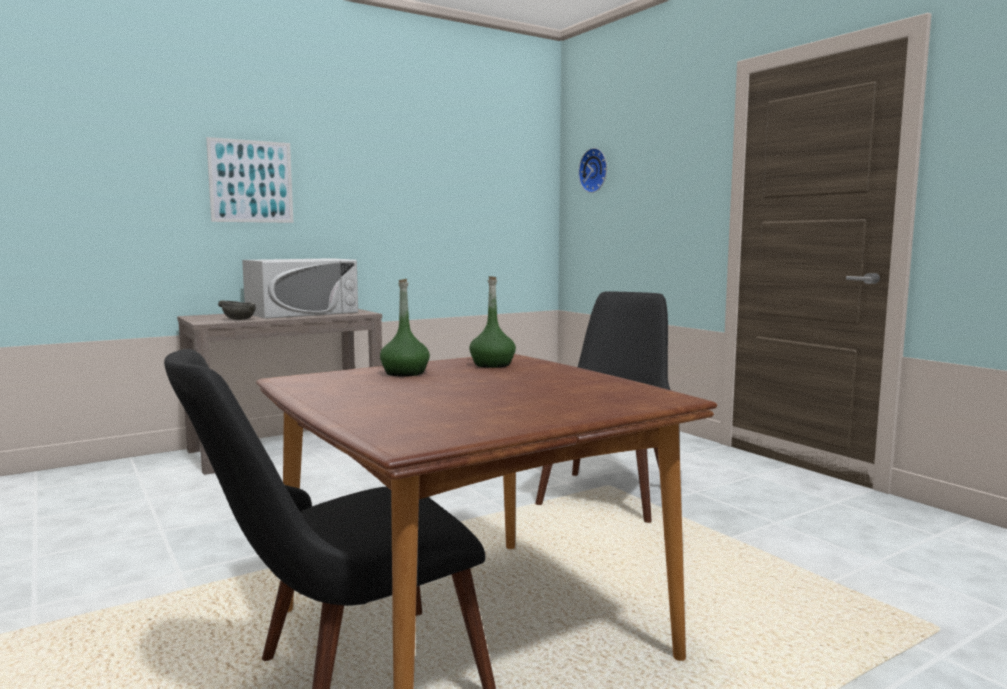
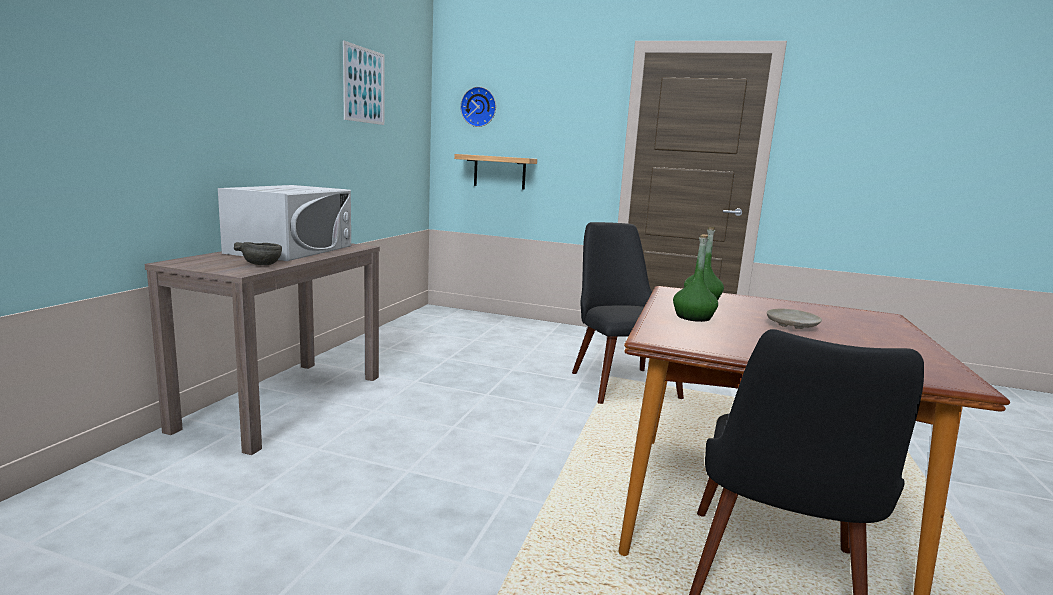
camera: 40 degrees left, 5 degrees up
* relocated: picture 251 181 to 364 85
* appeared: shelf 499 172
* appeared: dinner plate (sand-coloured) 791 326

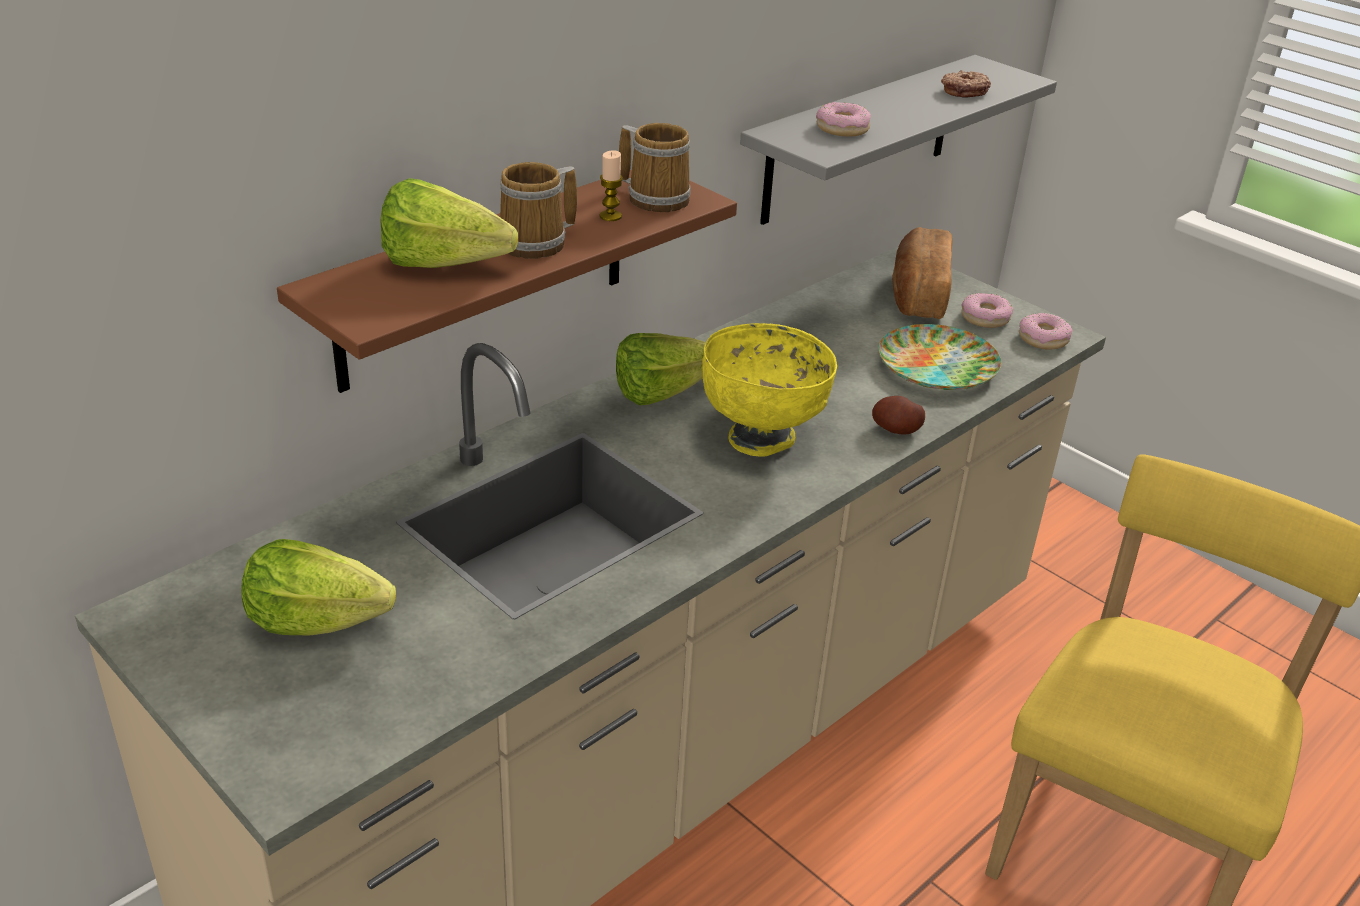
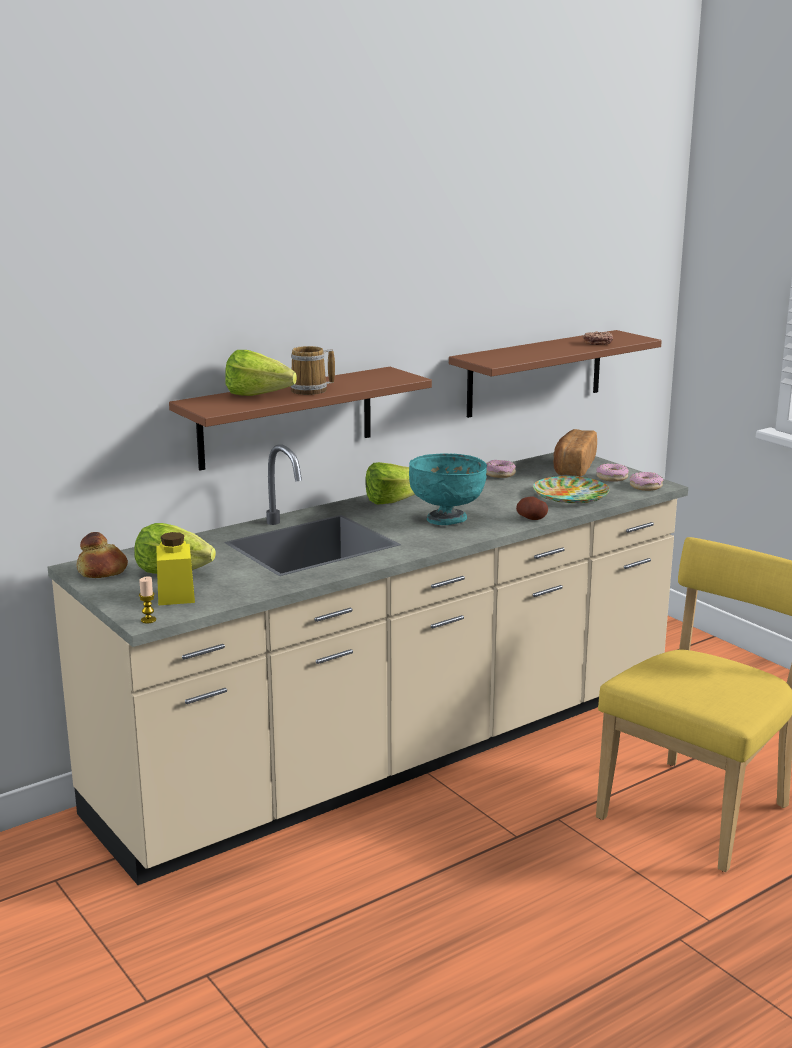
camera: 10 degrees right, 15 degrees down
* colour: shelf (grey) 860 139 to shelf (brownish) 535 373
* relocated: ring doughnut 842 128 to 499 474
* missing: mug 656 197
* relocated: wax candle 610 216 to 148 620
* colour: serving bowl (yellow) 761 438 to serving bowl (blue-green) 447 519
* appeared: baked bread 102 572
* appeared: jar (yellow) 176 595

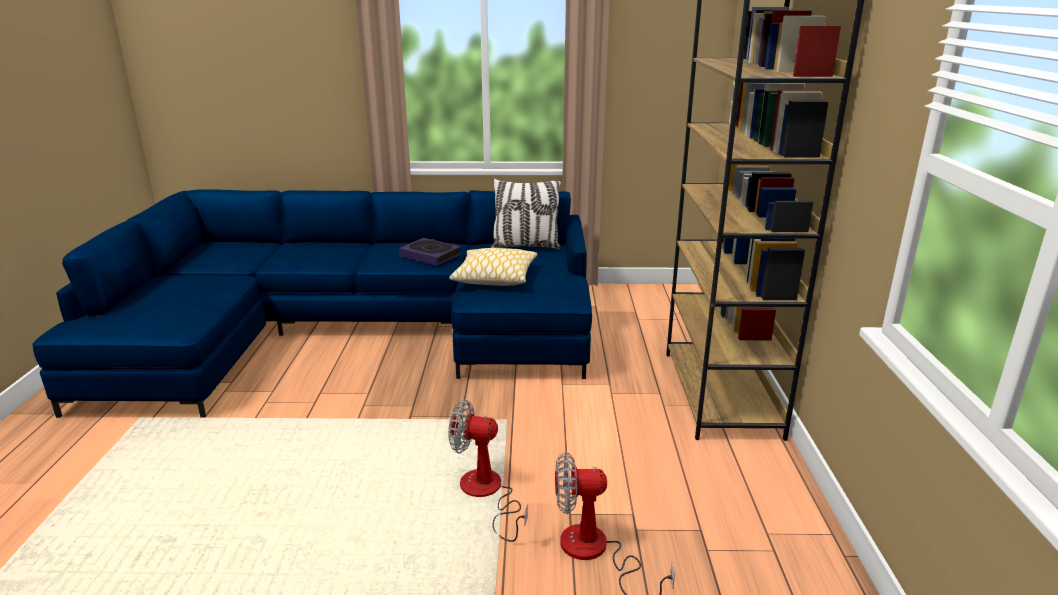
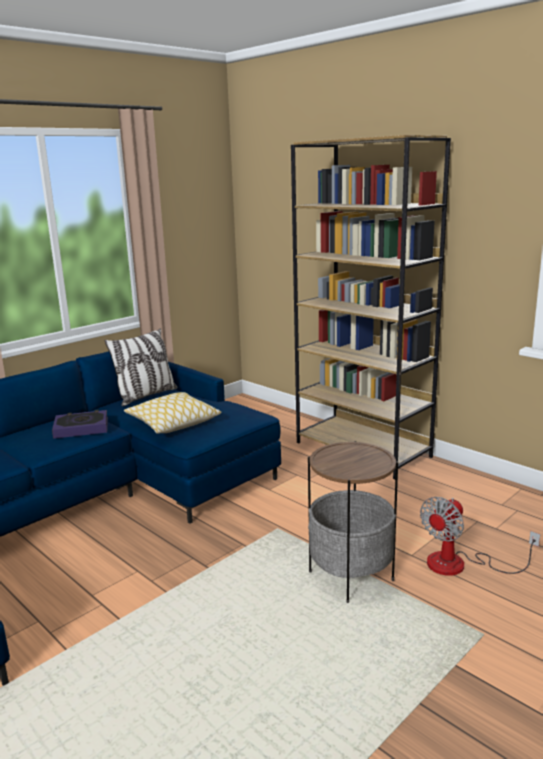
camera: 45 degrees left, 5 degrees down
* exchanged: fan 487 494 to side table 351 576

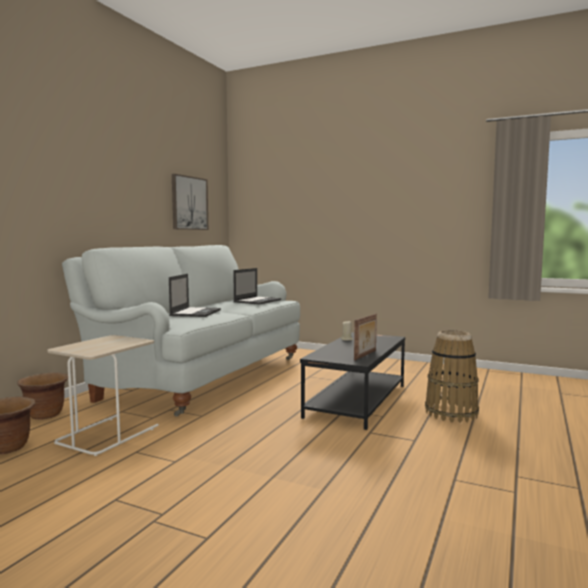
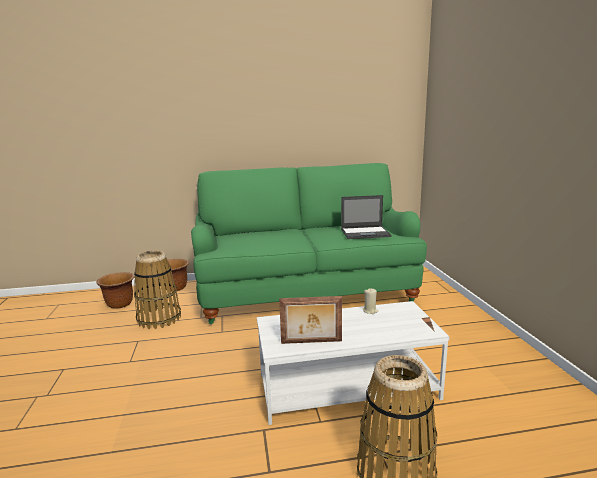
camera: 55 degrees right, 10 degrees up
* missing: picture 189 203
* colour: settee (whitish) 200 376 to settee (green) 304 292
* missing: laptop 196 312
* colour: lounge table (blackish) 356 400 to lounge table (whitish) 347 386
* exchanged: side table (sand-coloured) 107 434 to storage basket 159 318

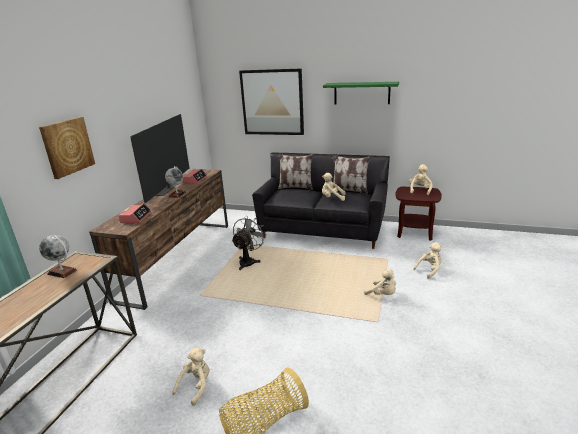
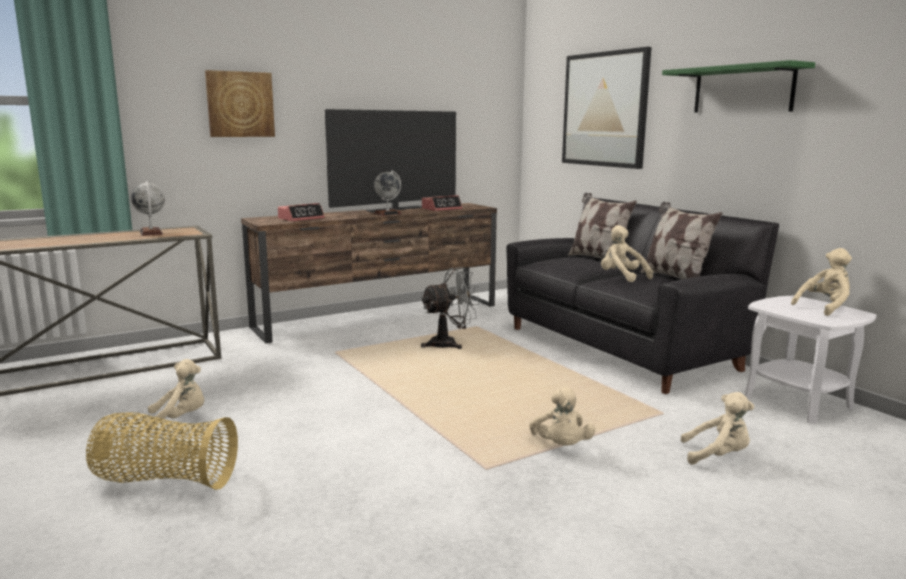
camera: 40 degrees right, 10 degrees down
* colour: side table (brownish) 415 232 to side table (whitish) 798 402

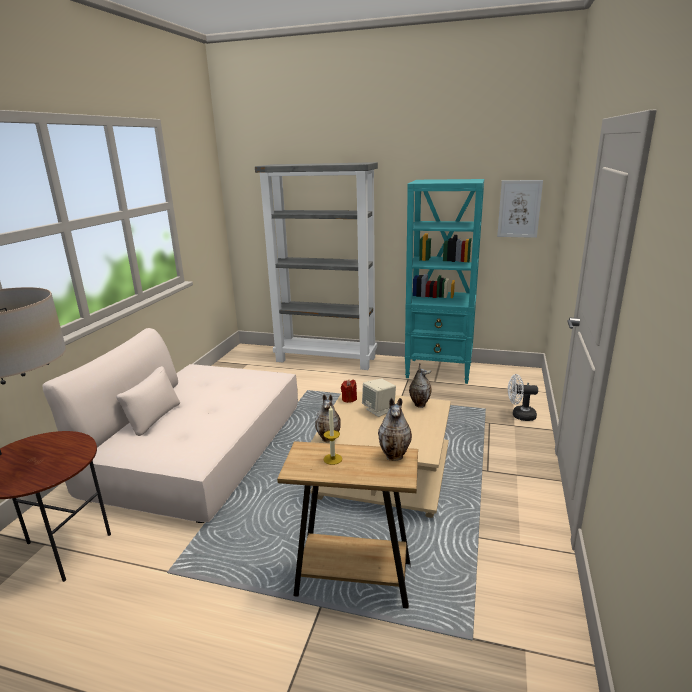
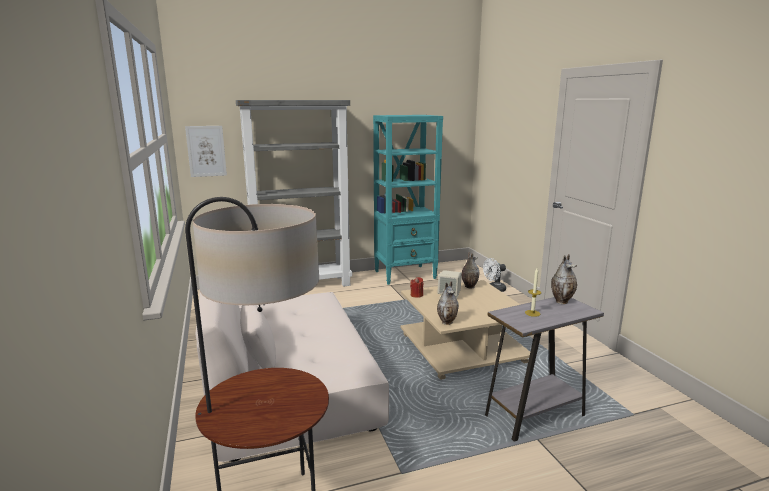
camera: 35 degrees left, 5 degrees down
* relocated: picture 519 209 to 206 151
* colour: side table (brownish) 353 580 to side table (grey) 534 416

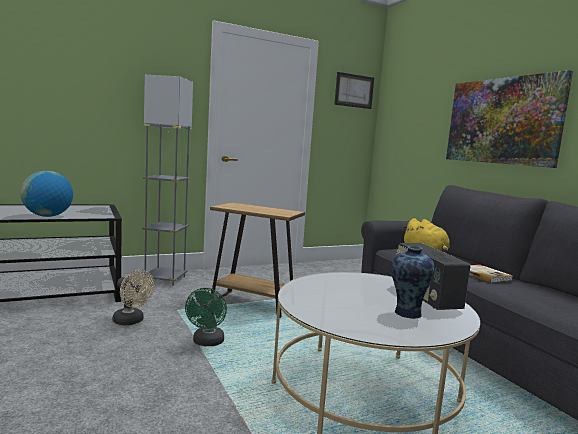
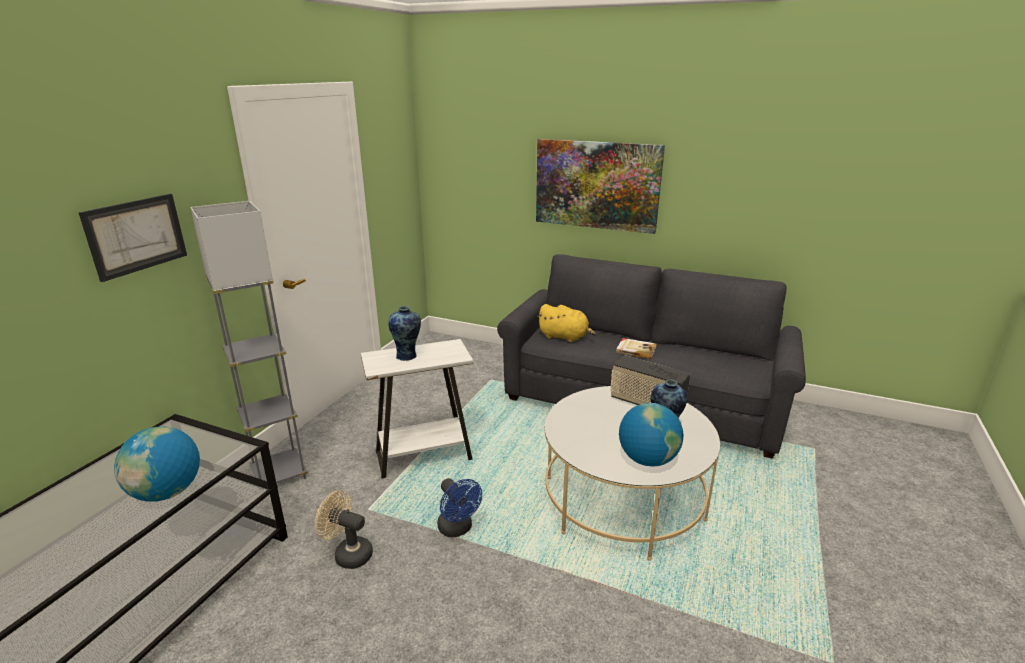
camera: 40 degrees left, 15 degrees up
* relocated: picture 354 91 to 136 235
* colour: side table (brownish) 252 304 to side table (whitish) 424 456
* spun: fan (sand-coloured) 131 321 = 348 553 150 degrees counterclockwise
* colour: fan (green) 207 342 to fan (bluish) 458 529
* appeared: flower vase 407 356
* appeared: desk globe 647 459

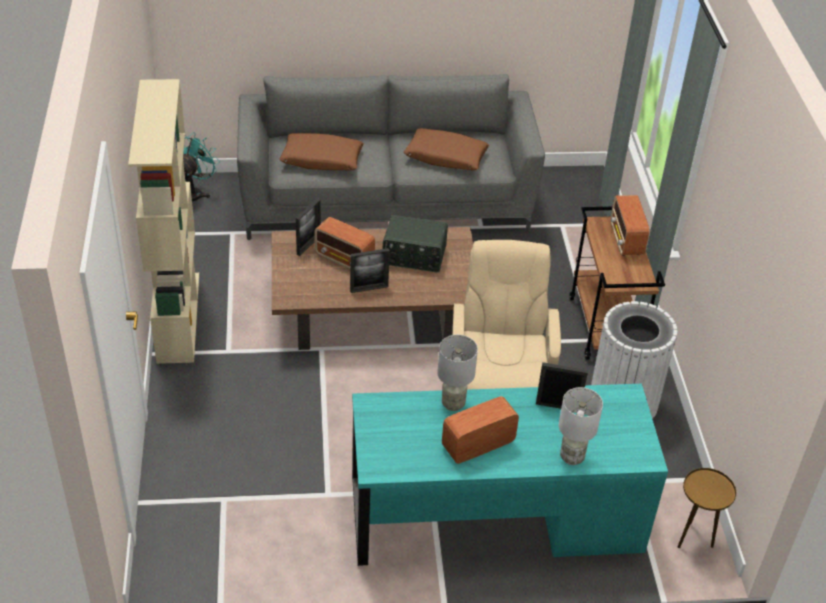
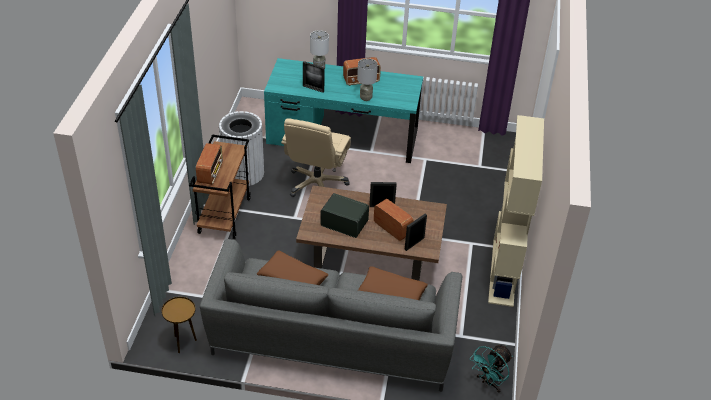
camera: 165 degrees left, 0 degrees up
* relocated: side table (brownish) 693 538 to 183 343

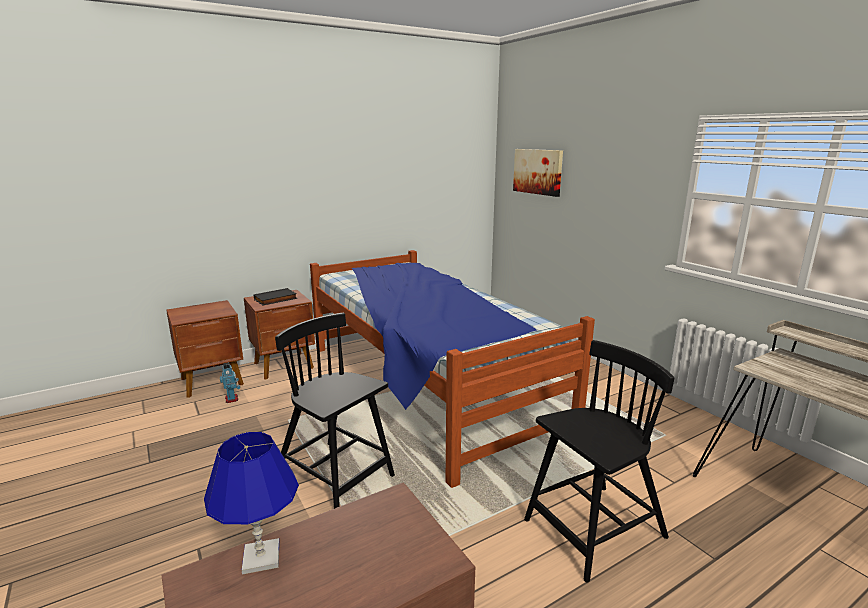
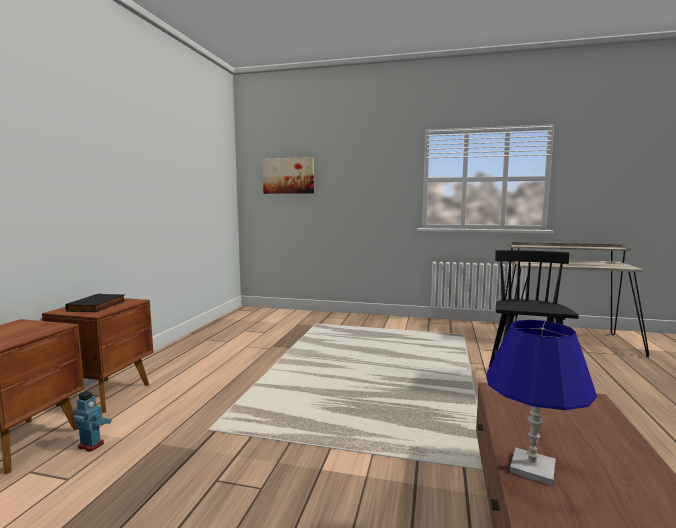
camera: 45 degrees left, 10 degrees down
* missing: bed 426 385
* missing: upright chair (blackish) 335 477

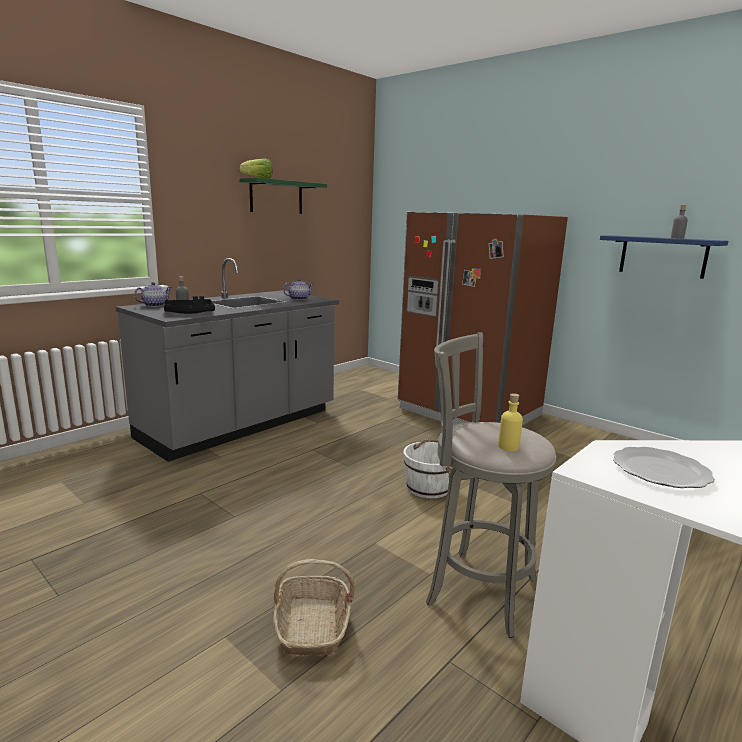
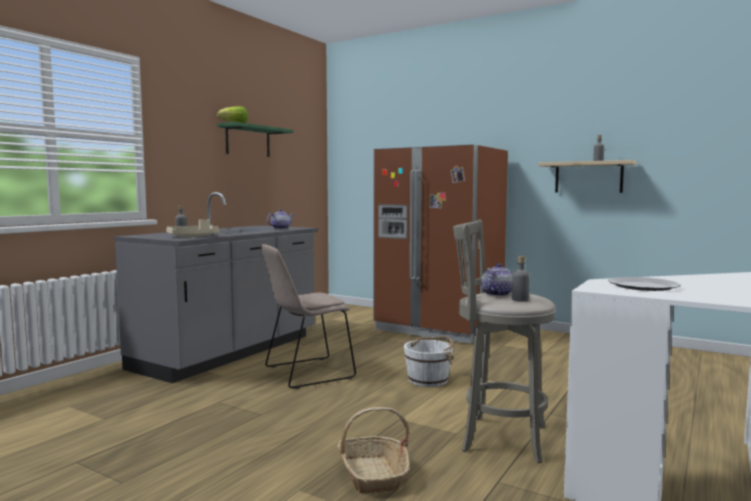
camera: 10 degrees left, 10 degrees down
* colour: shelf (bluish) 663 256 to shelf (sand-coloured) 588 177
* relocated: teapot 155 305 to 497 294
* colour: tray (blackish) 189 313 to tray (sand-coloured) 193 237
* colour: bottle (yellow) 508 447 to bottle (grey) 520 300
* appeared: upright chair (sand-coloured) 306 373

